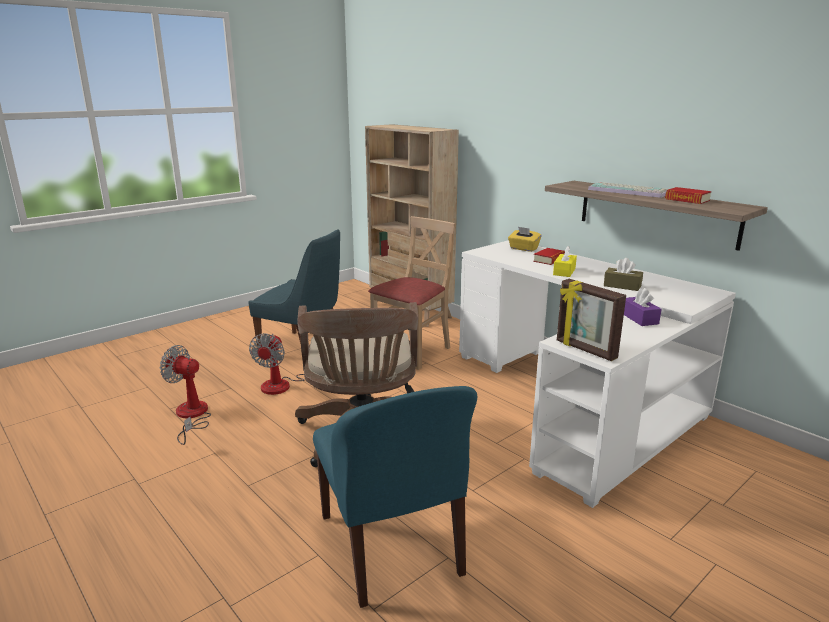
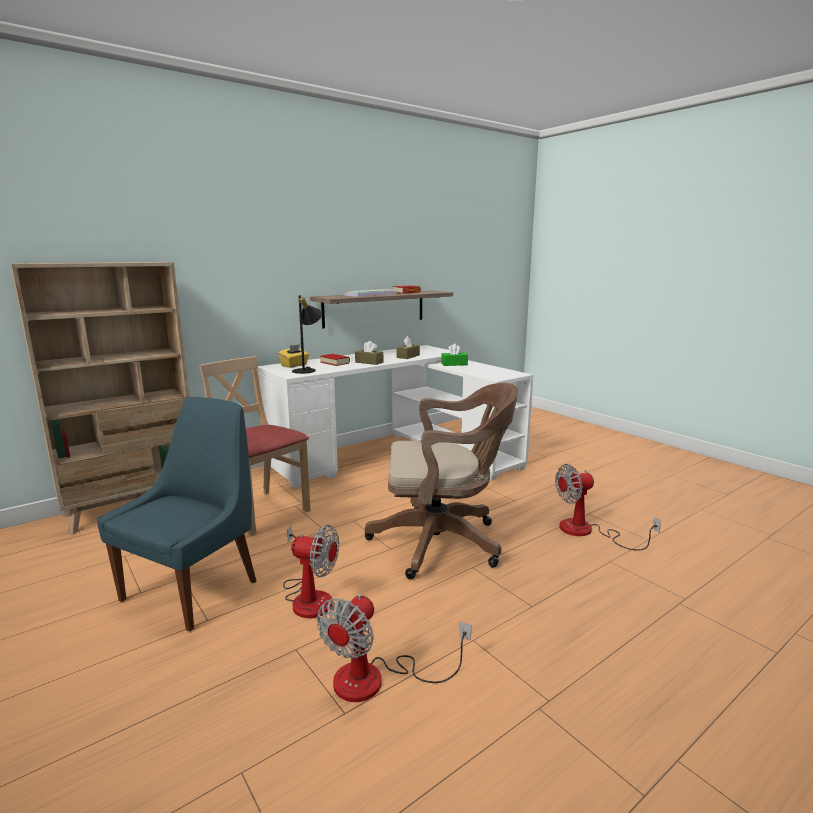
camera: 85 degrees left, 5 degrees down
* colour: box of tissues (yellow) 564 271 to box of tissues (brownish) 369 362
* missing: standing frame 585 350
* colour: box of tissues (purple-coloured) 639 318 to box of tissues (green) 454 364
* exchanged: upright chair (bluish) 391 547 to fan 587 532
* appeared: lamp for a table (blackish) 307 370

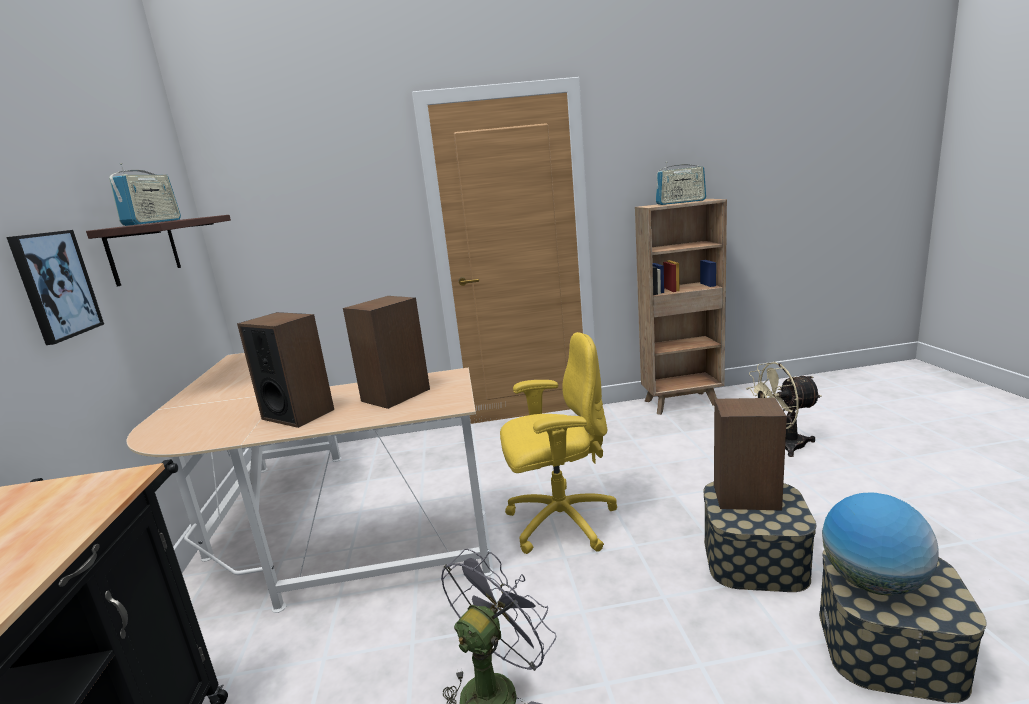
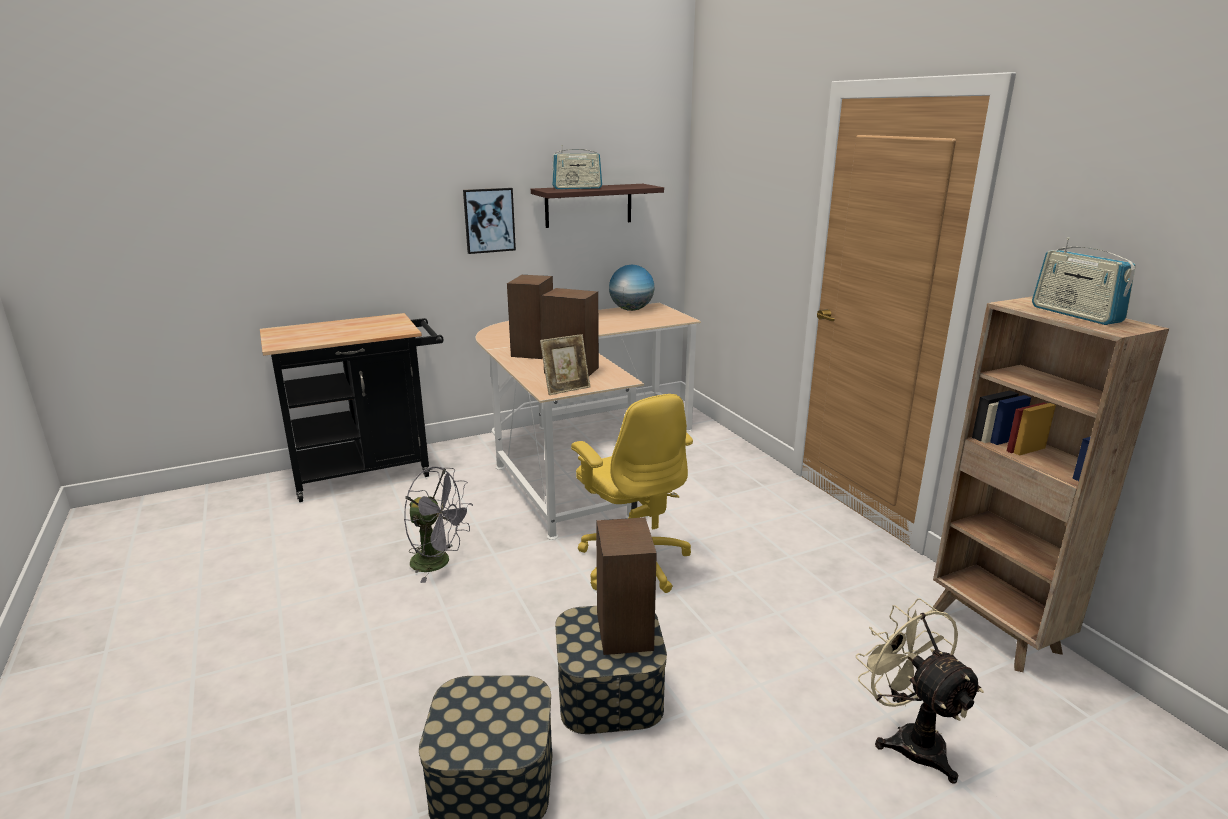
camera: 70 degrees right, 5 degrees up
* relocated: desk globe 873 582 to 631 309
* appeared: standing frame 566 388

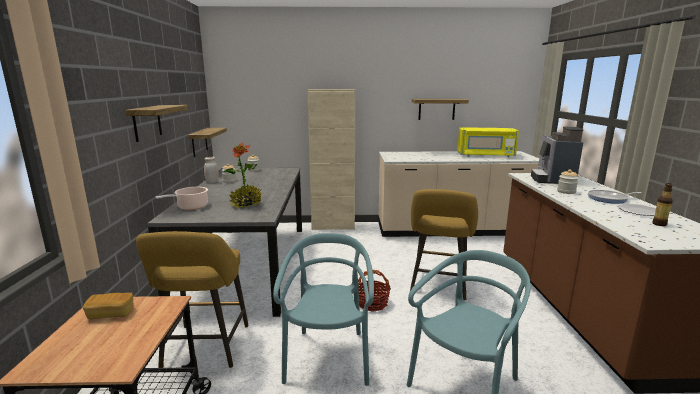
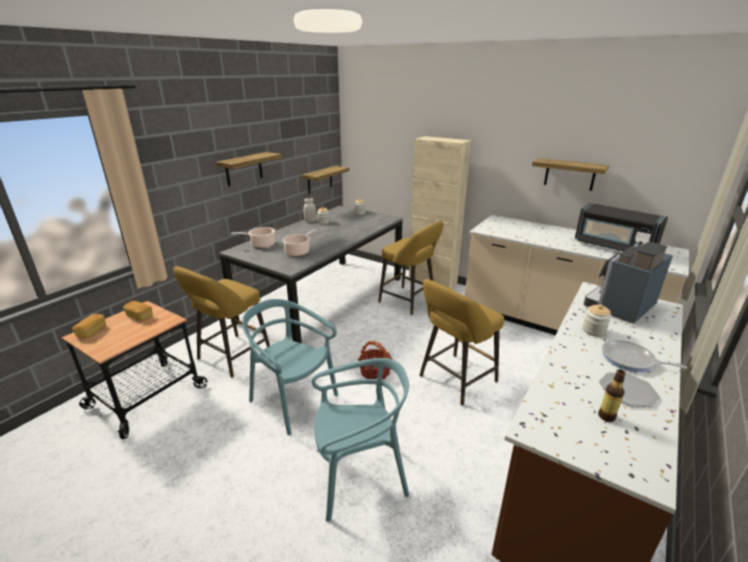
camera: 35 degrees right, 10 degrees up
* colour: microwave oven (yellow) 485 155 to microwave oven (blackish) 613 247
* exchanged: houseplant 246 204 to saucepot 298 251
* spun: upright chair (blue-green) 328 358 = 292 400 90 degrees counterclockwise
* appeared: sitting stool (yellow) 409 301
* appeared: baked bread 92 331

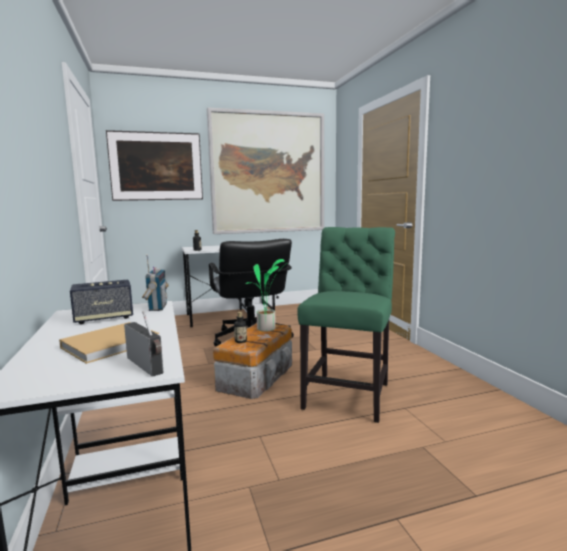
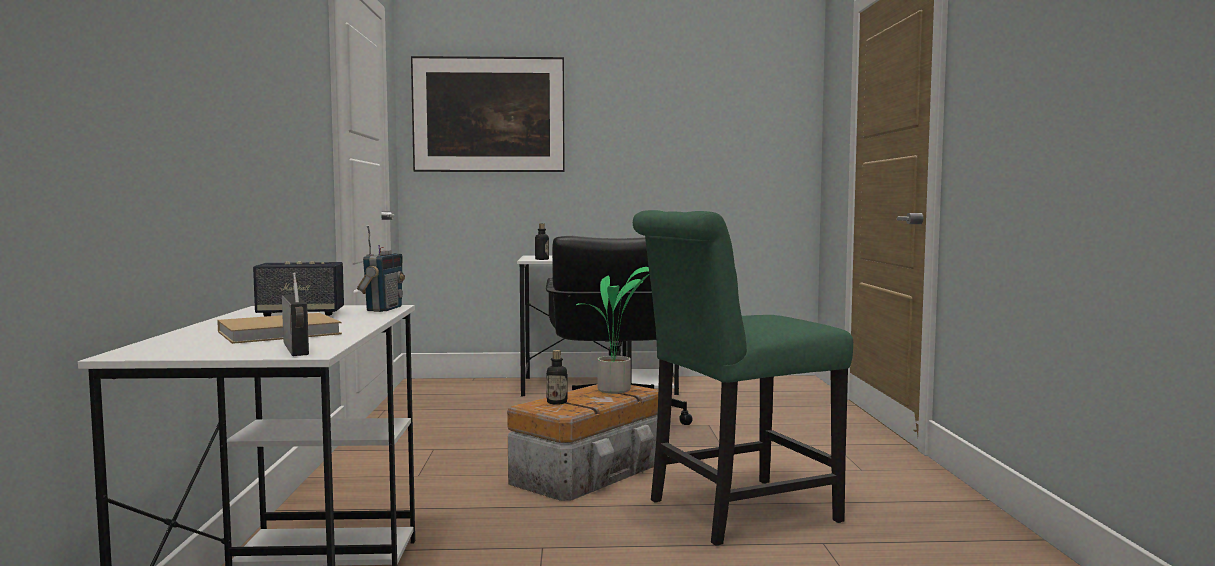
camera: 15 degrees right, 5 degrees down
* missing: picture 268 173
* spun: upright chair (green) 348 393 = 734 512 150 degrees counterclockwise

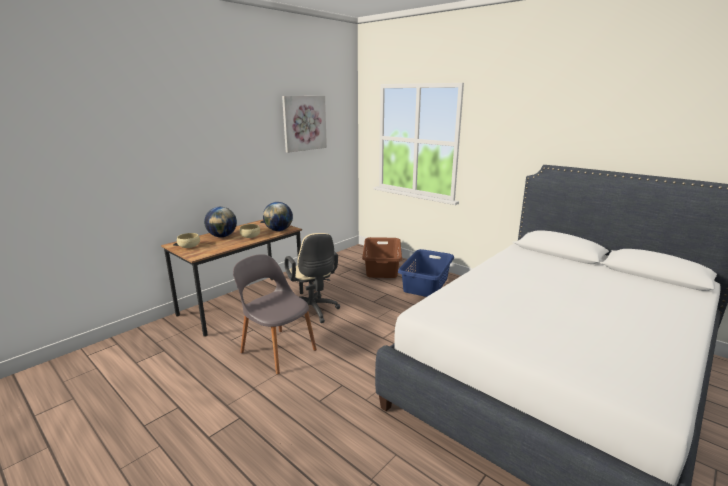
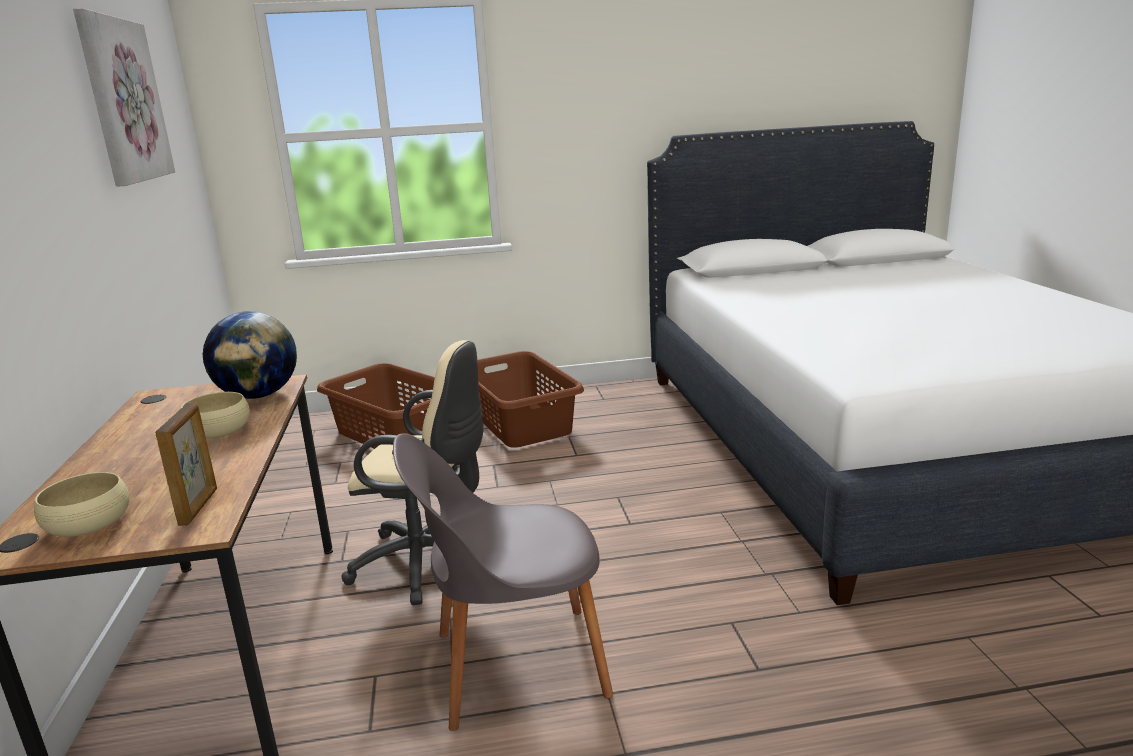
camera: 50 degrees left, 0 degrees up
* missing: desk globe 222 236
* colour: laundry basket (bluish) 426 284 to laundry basket (brownish) 521 422
* appeared: standing frame 199 506

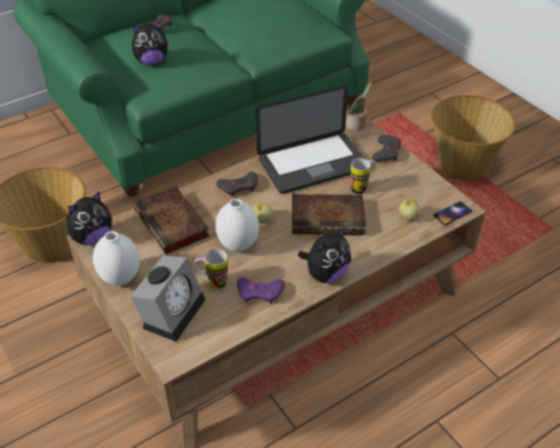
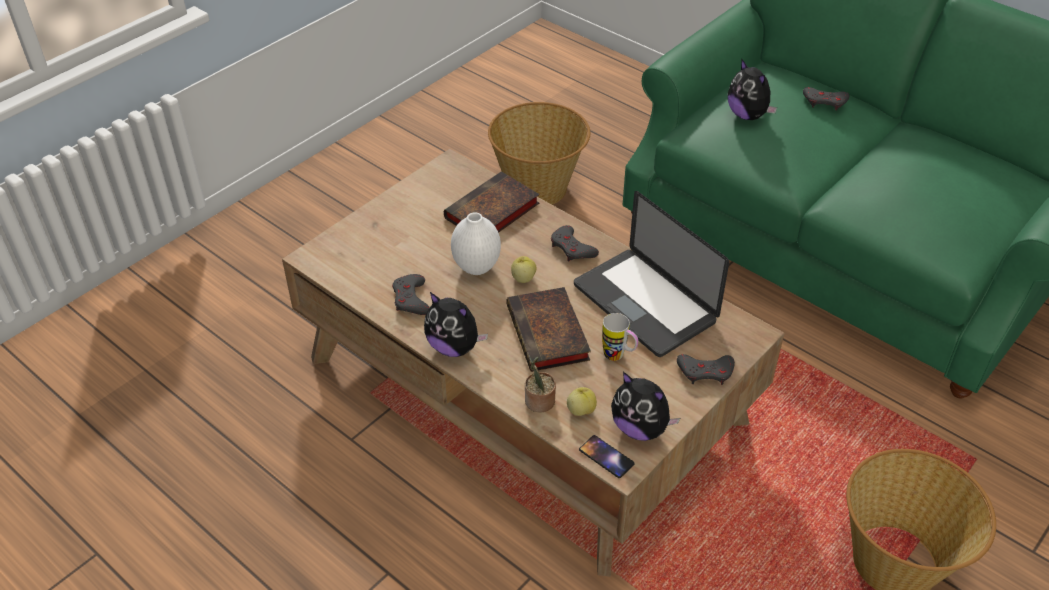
camera: 75 degrees right, 0 degrees up
* relocated: houseplant 356 125 to 539 402
* relocated: cuddly toy 92 237 to 640 428
* missing: flower vase (whitish) 120 278
* missing: mug 212 282
* missing: table clock 172 311
* colour: game controller (purple-coloured) 260 293 to game controller (grey) 411 299

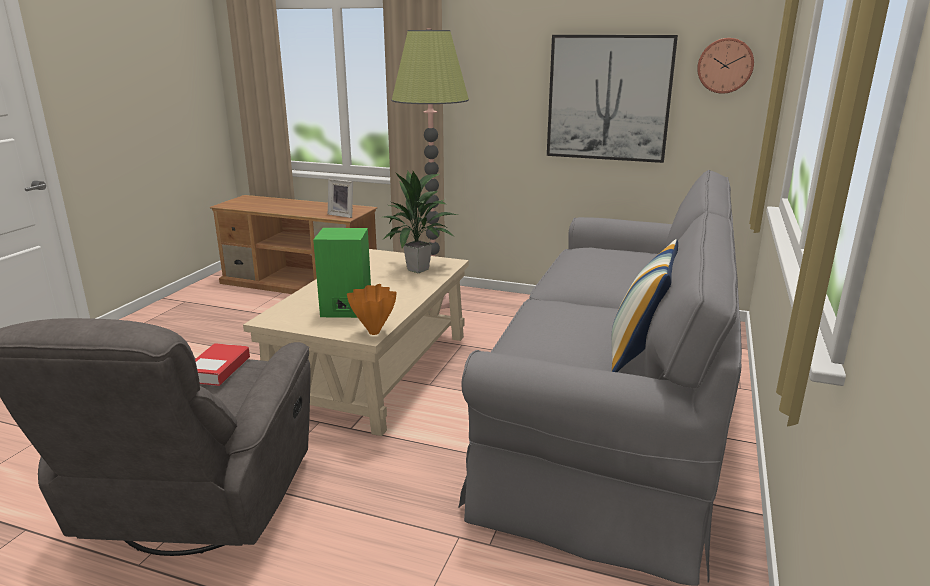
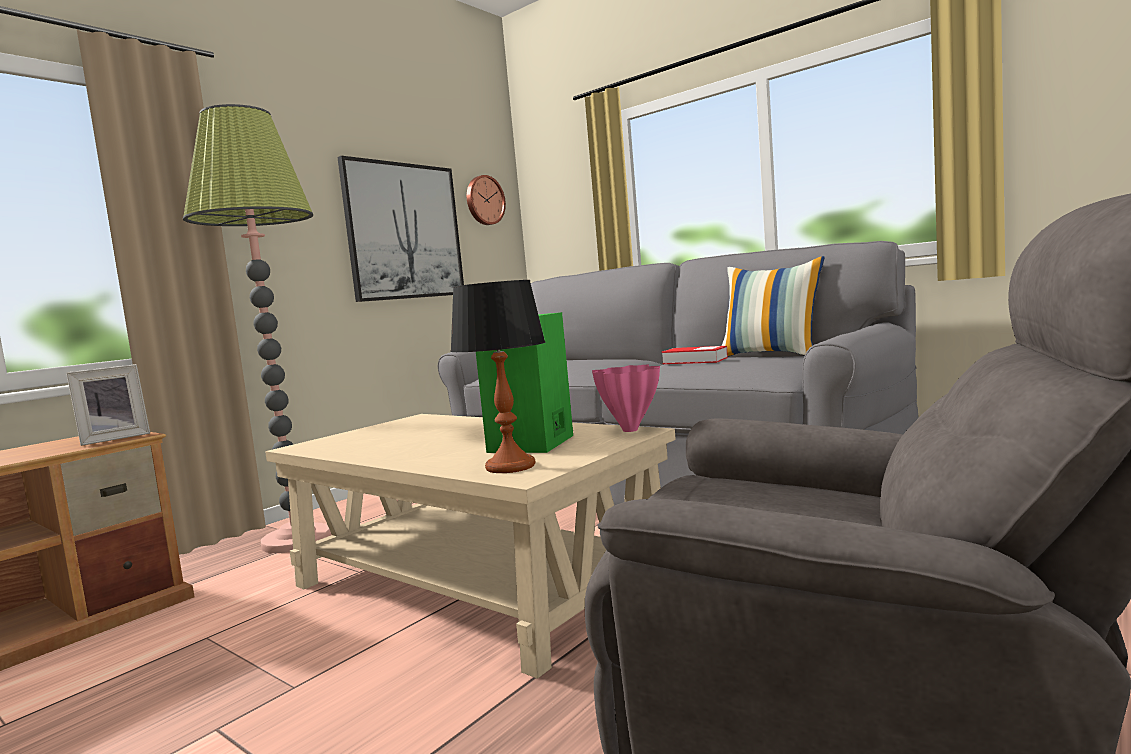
camera: 70 degrees left, 15 degrees down
* missing: houseplant 419 269
* colour: flower vase (orangey) 373 333 to flower vase (pink-coloured) 631 430
* relocated: book 218 369 to 695 361
* appeared: lamp for a table 510 466

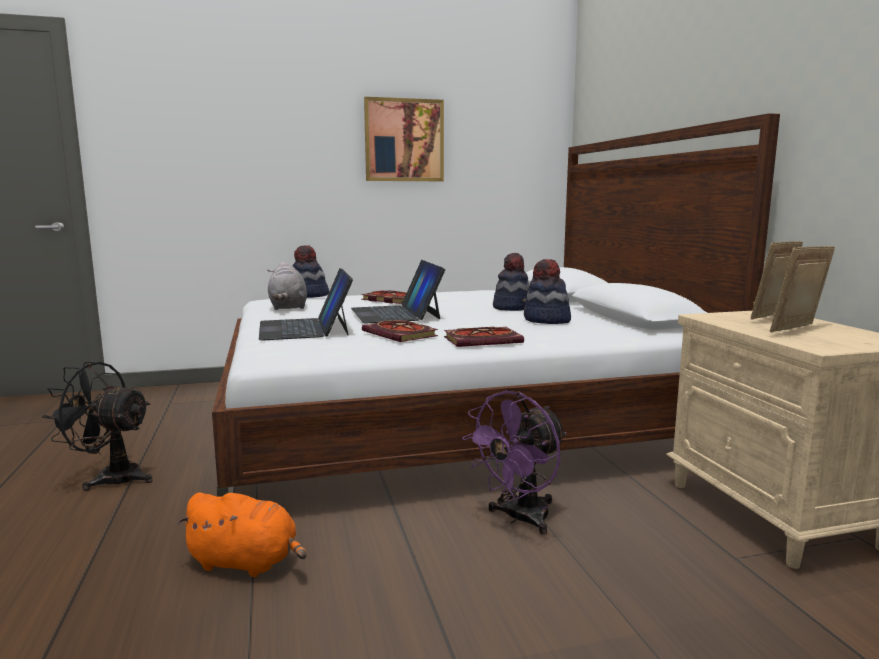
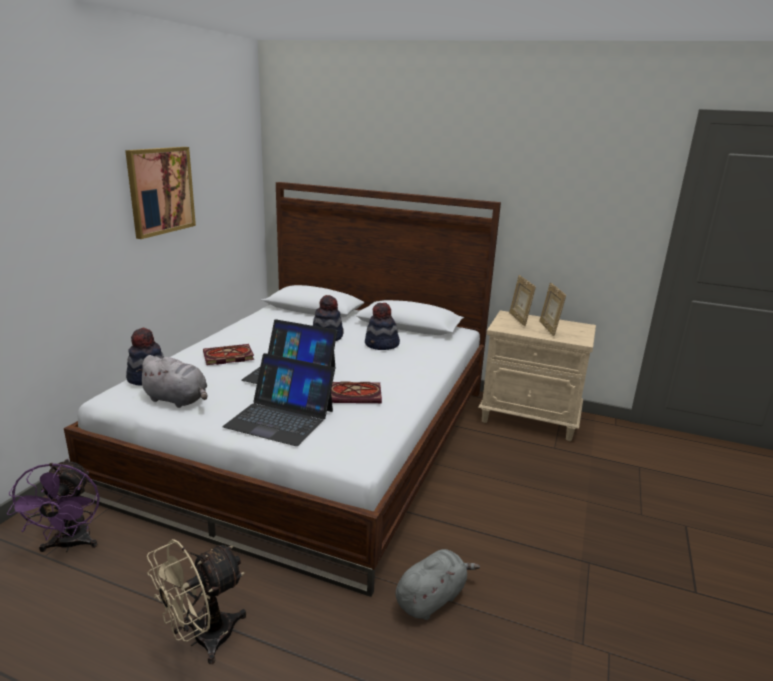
camera: 55 degrees left, 10 degrees up
* missing: book 484 340
* colour: fan (blackish) 110 477 to fan (sand-coloured) 202 639
* relocated: fan (purple-coloured) 519 519 to 70 545
* colour: cuddly toy (orangey) 247 563 to cuddly toy (grey) 432 598

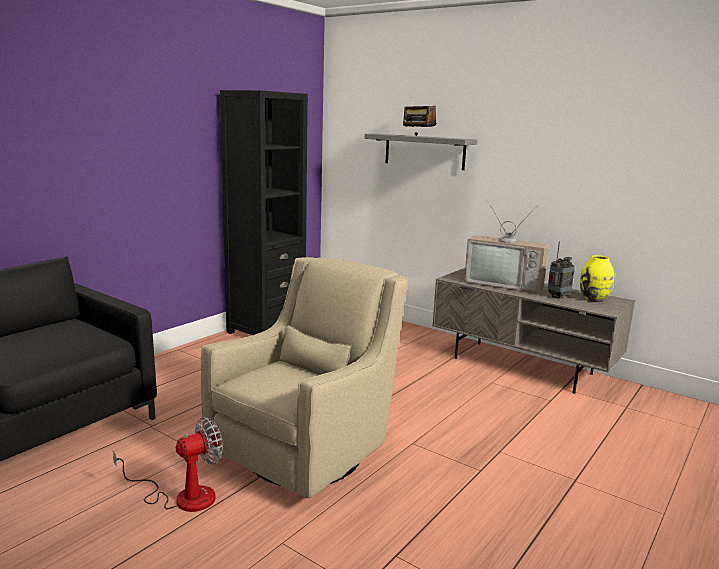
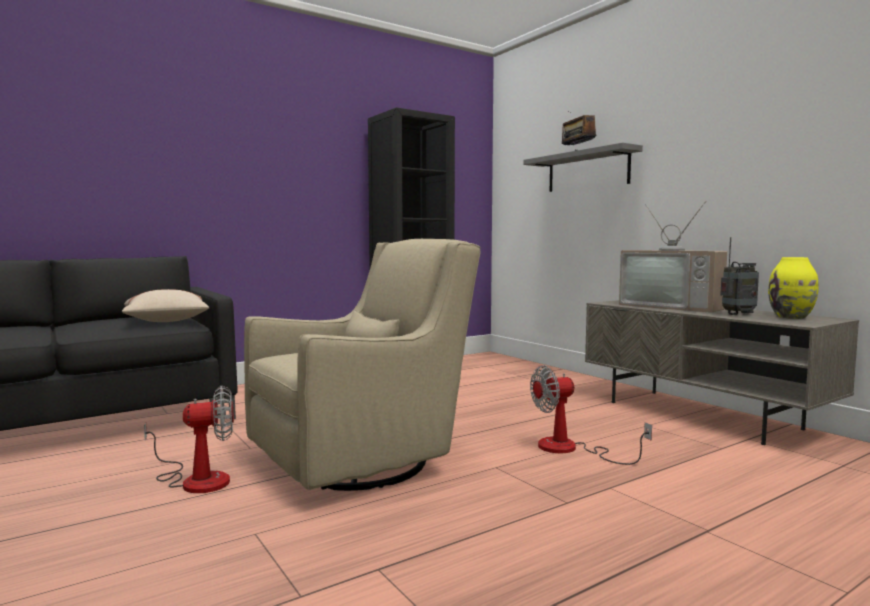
camera: 20 degrees right, 10 degrees down
* appeared: throw pillow (sand-coloured) 166 321
* appeared: fan 571 449

